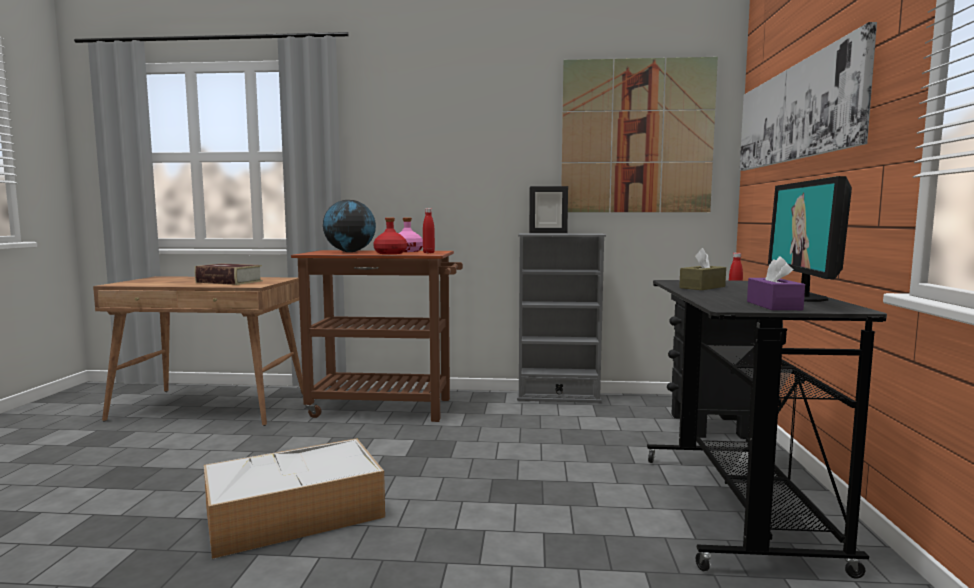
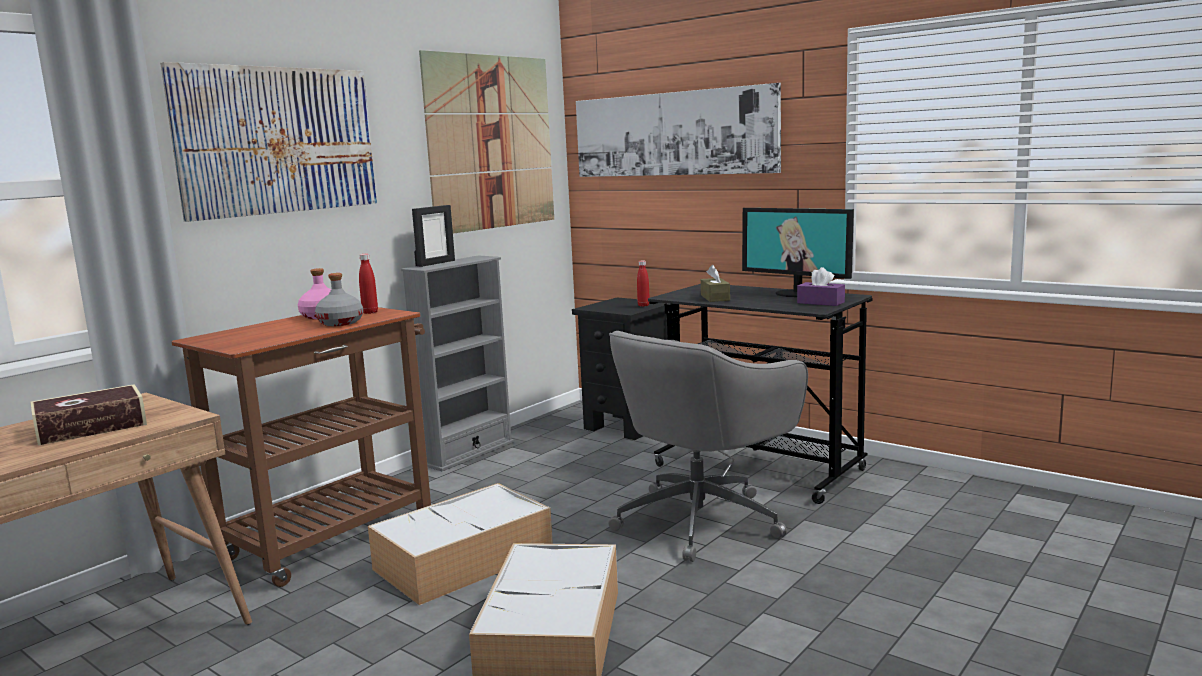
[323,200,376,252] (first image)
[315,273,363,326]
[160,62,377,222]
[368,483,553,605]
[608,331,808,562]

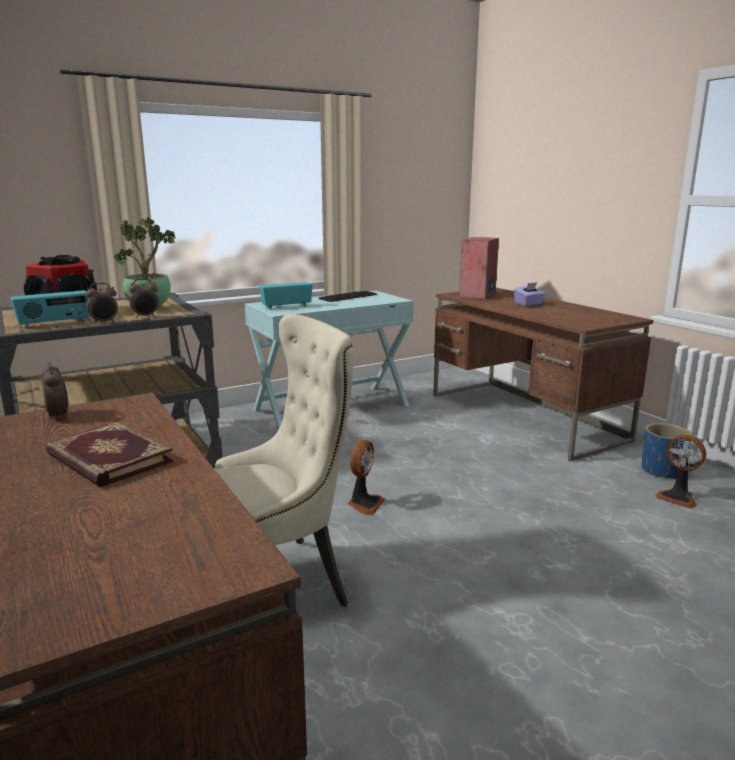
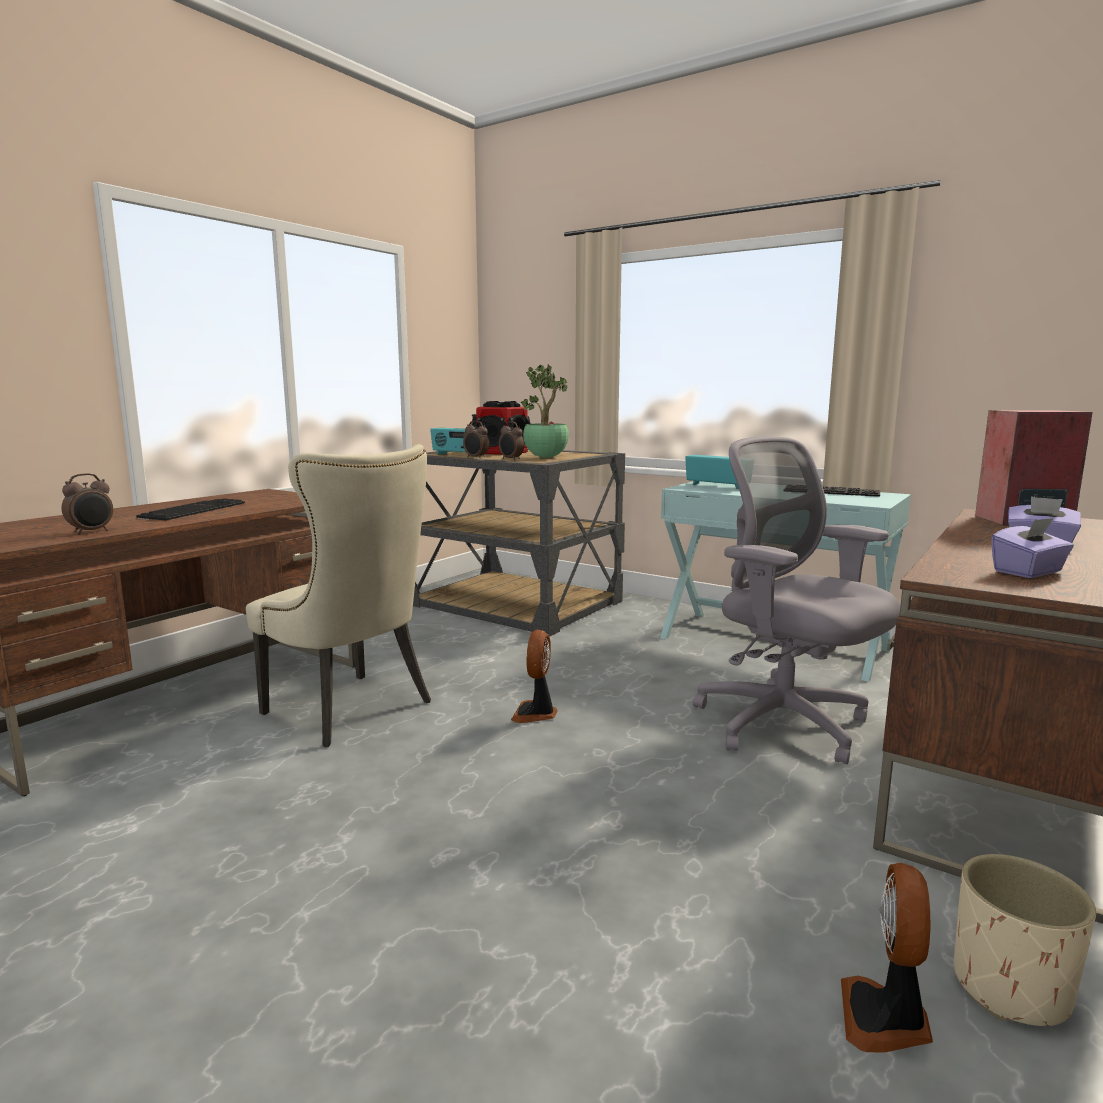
[61,473,113,534]
[136,498,245,521]
[511,630,558,723]
[954,854,1096,1026]
[693,436,900,764]
[991,518,1074,578]

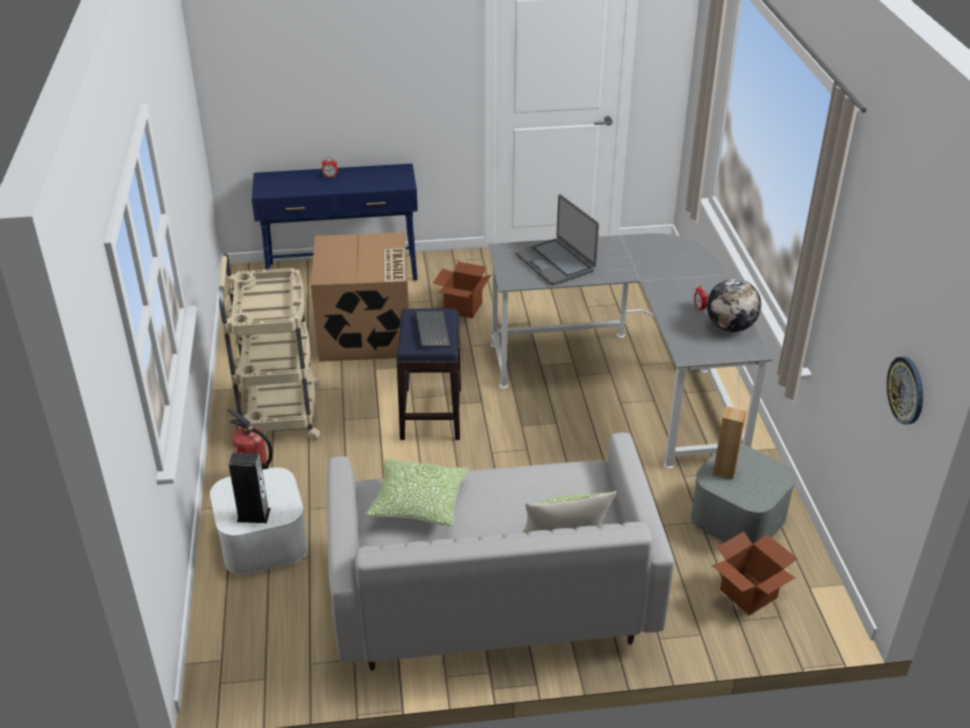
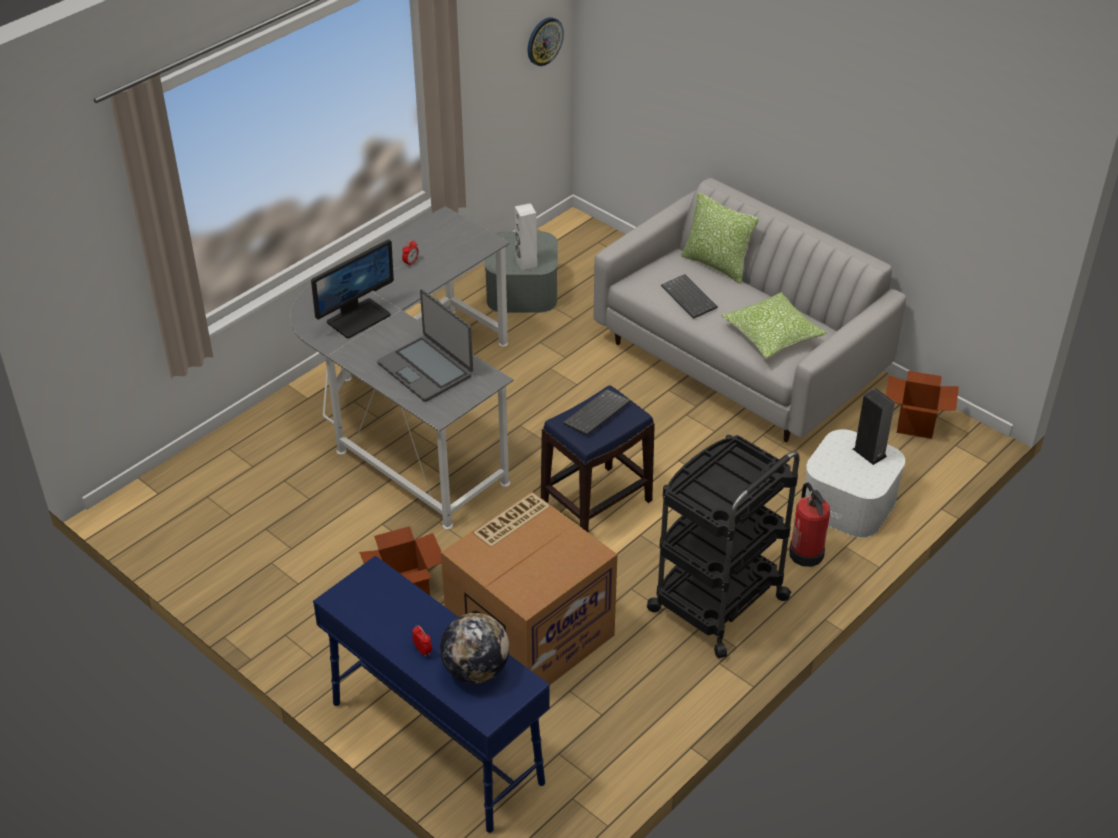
[647,435,800,658]
[377,289,473,402]
[440,613,510,683]
[886,371,959,439]
[515,203,537,270]
[311,239,394,338]
[661,274,718,319]

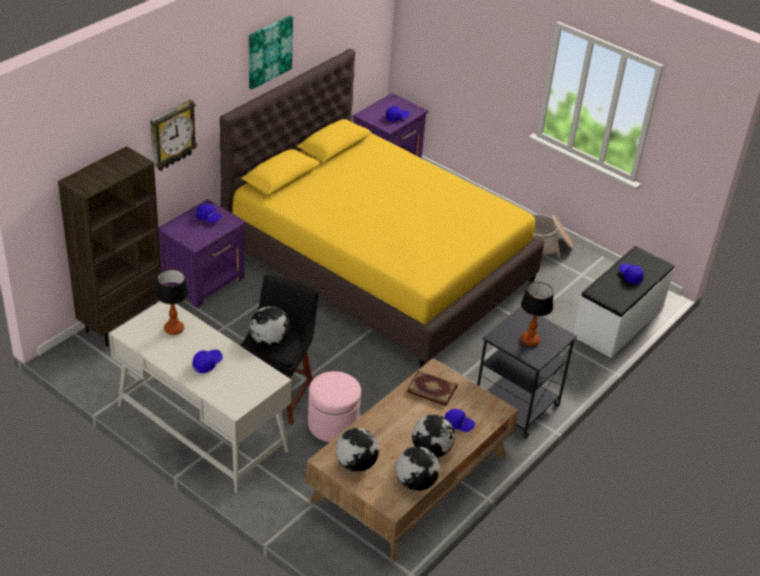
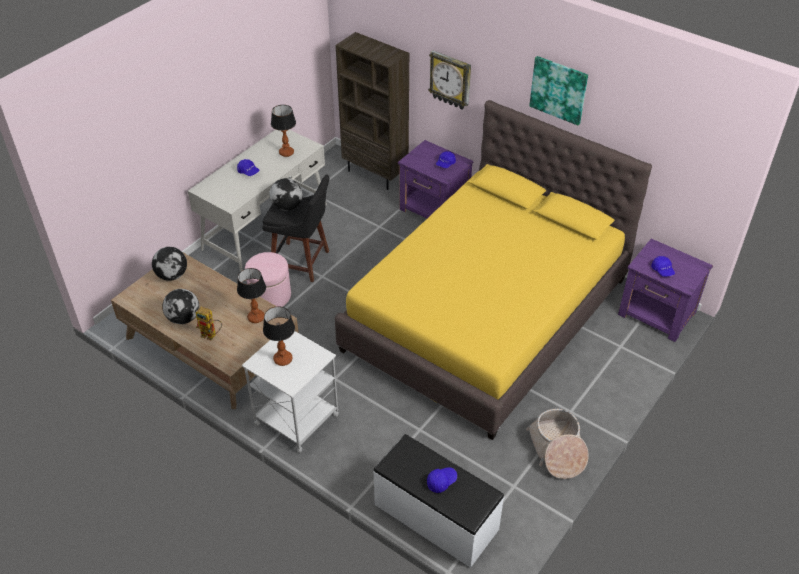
[395,446,440,491] (first image)
[237,268,266,323]
[196,306,222,340]
[242,331,339,453]

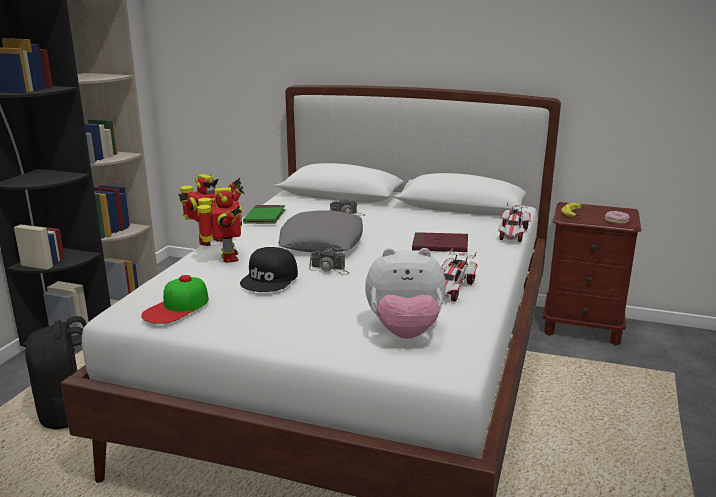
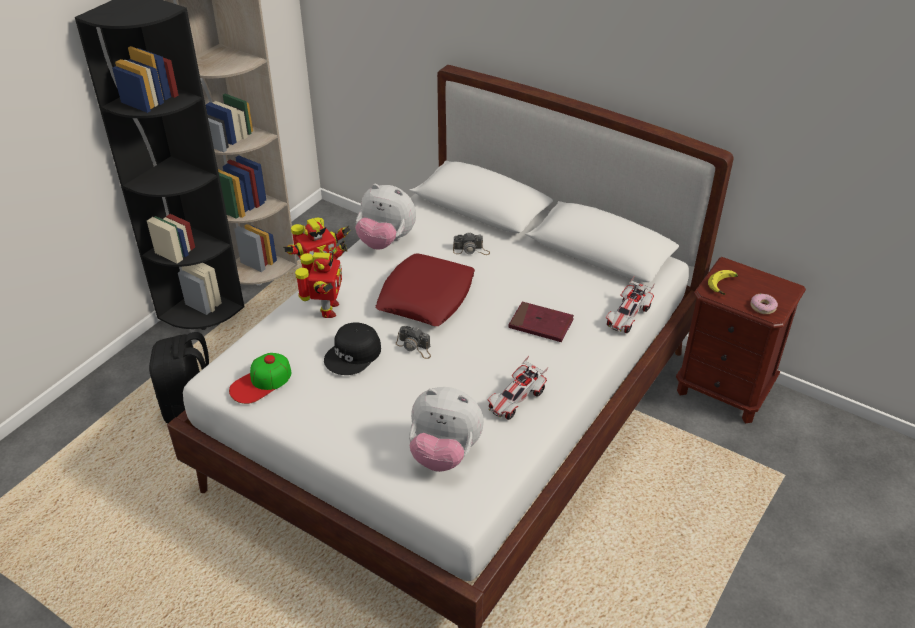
[355,184,416,250]
[375,253,475,326]

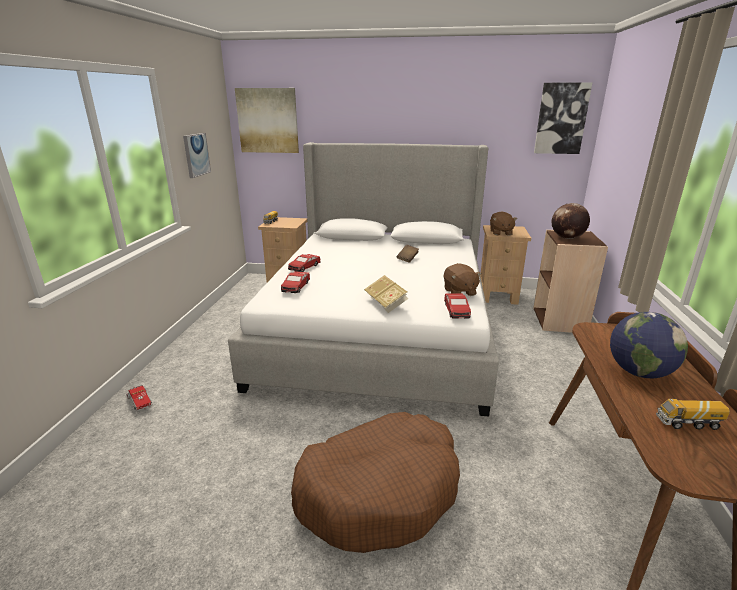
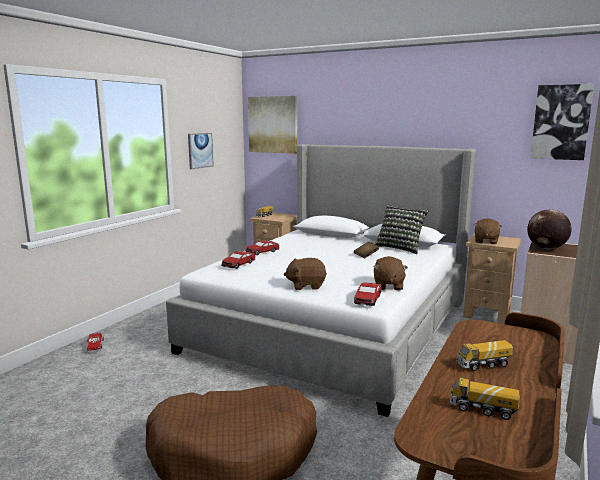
[284,258,327,290]
[456,340,513,371]
[375,205,429,254]

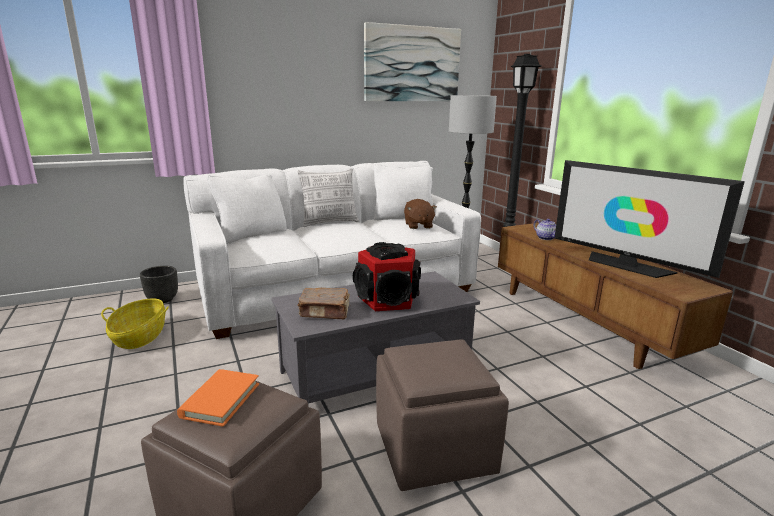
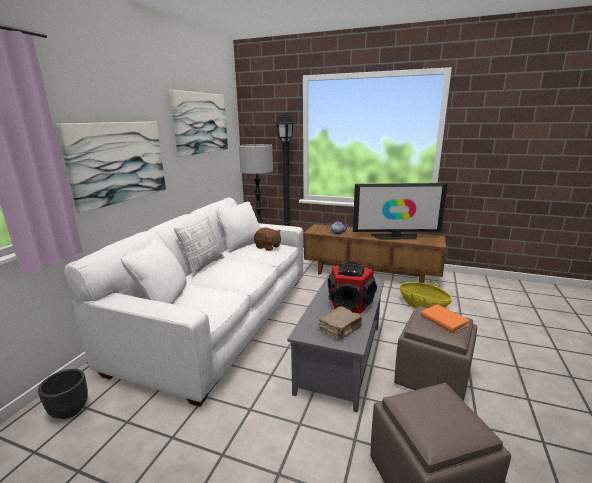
[400,280,452,309]
[421,304,470,333]
[56,121,166,213]

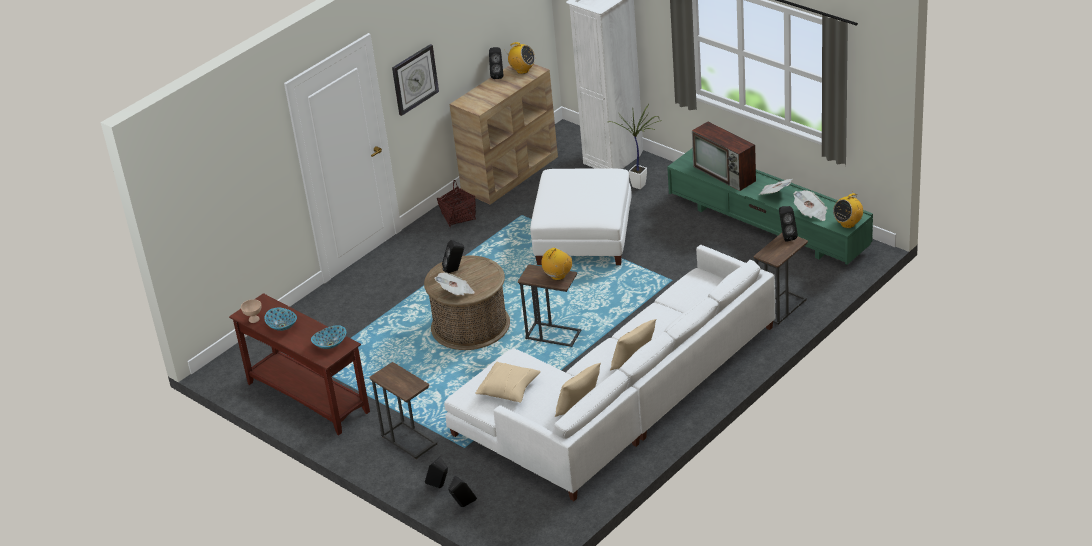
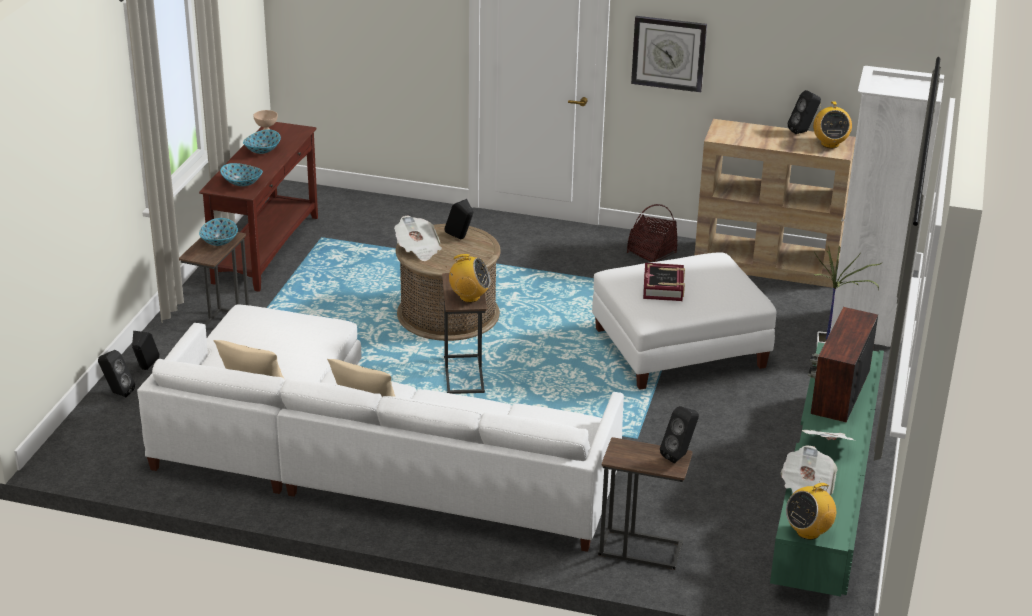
[475,362,541,403] (first image)
[786,480,836,540]
[199,218,238,246]
[643,263,685,301]

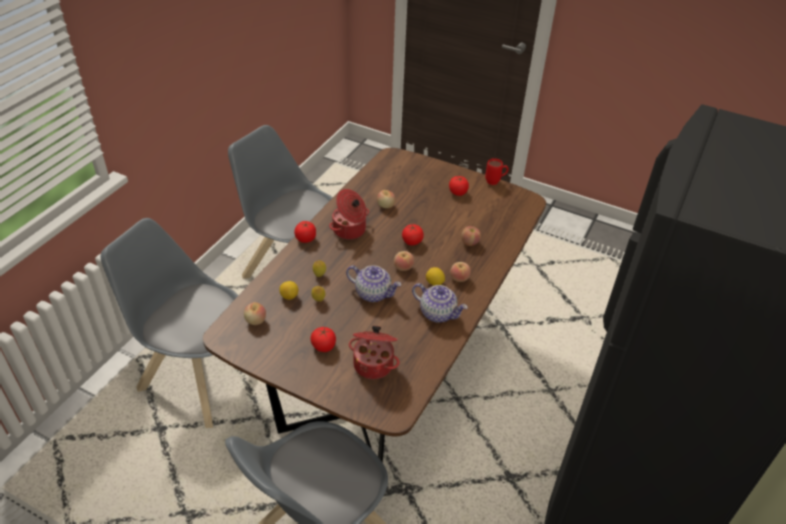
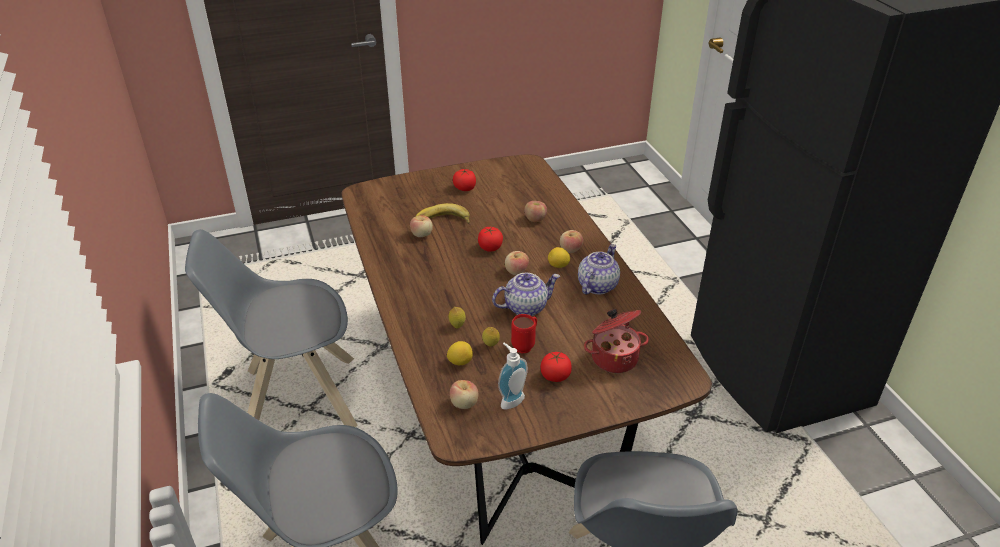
[294,221,316,243] (first image)
[329,189,369,240] (first image)
[578,244,620,295]
[511,314,537,353]
[415,203,470,224]
[498,343,528,410]

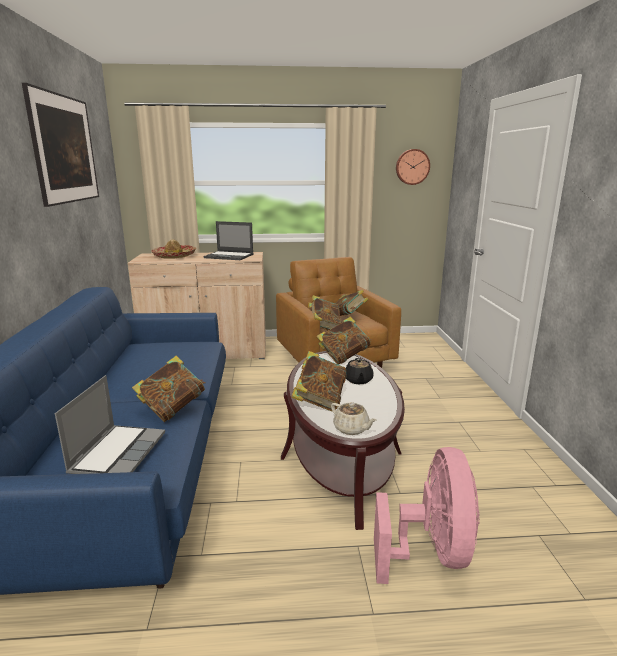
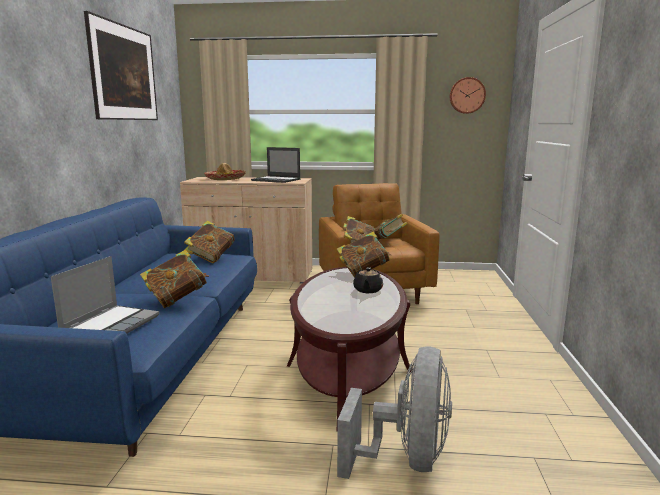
[184,220,235,263]
[331,402,377,435] (first image)
[337,347,452,479]

